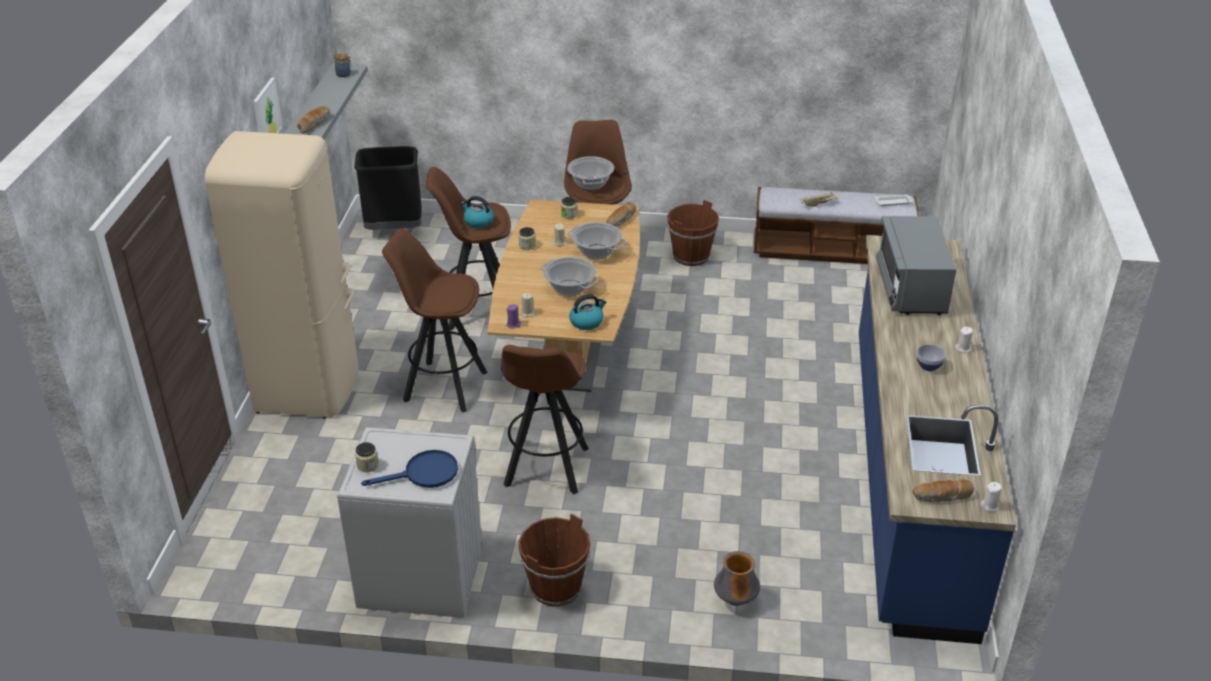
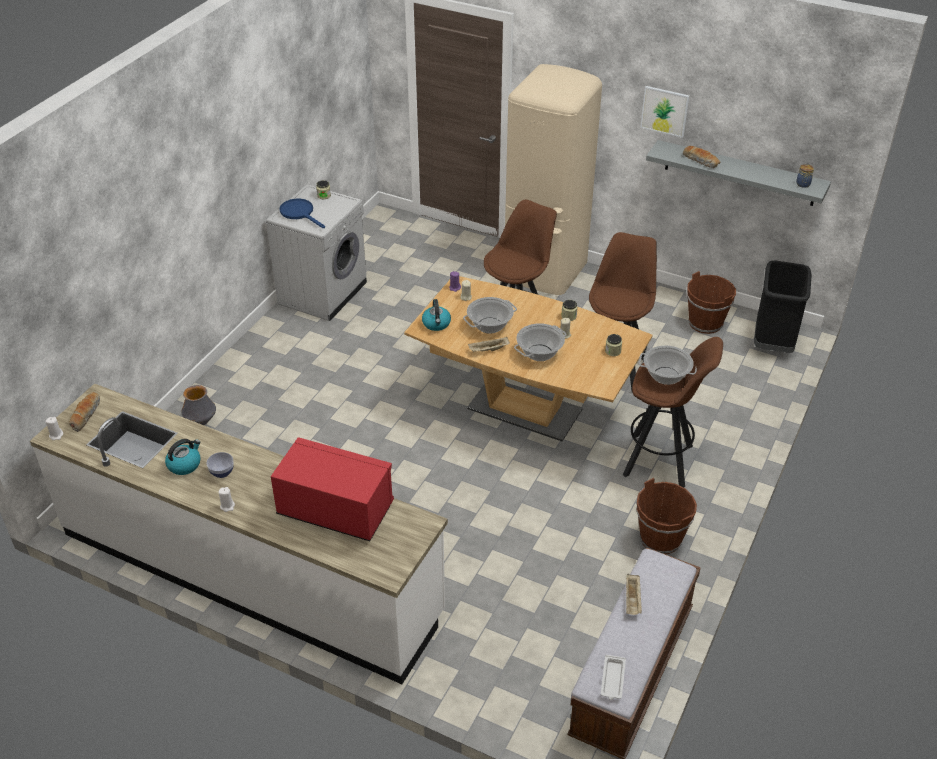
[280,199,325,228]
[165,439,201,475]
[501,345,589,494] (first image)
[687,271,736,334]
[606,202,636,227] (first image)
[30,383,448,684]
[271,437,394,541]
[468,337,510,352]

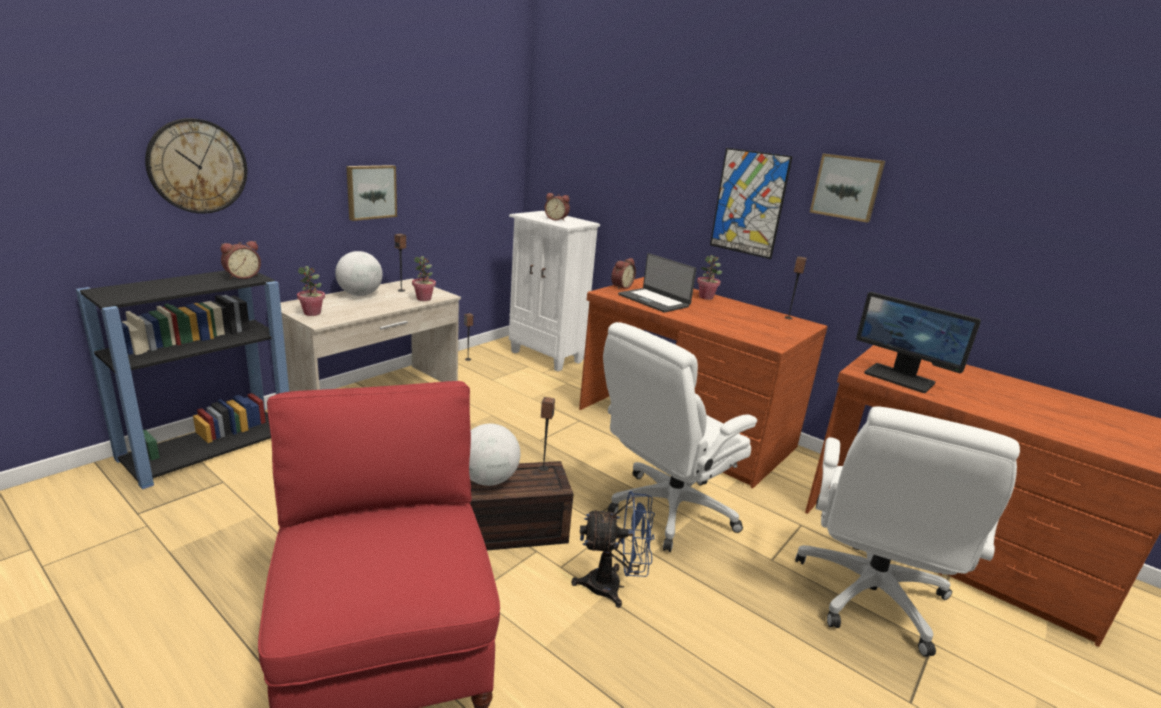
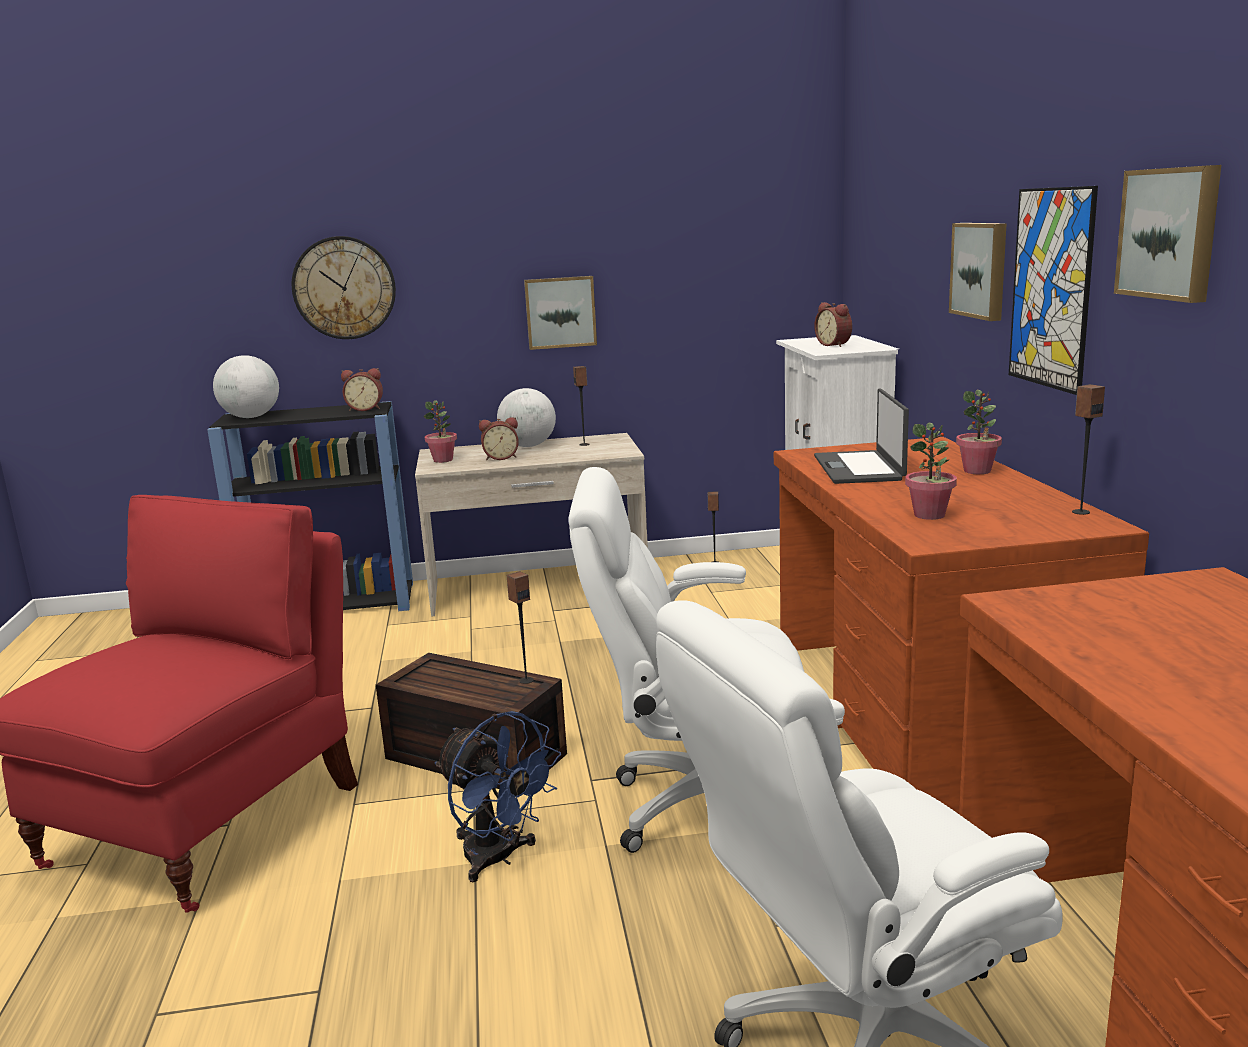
[905,423,957,520]
[213,355,279,418]
[479,417,519,460]
[856,292,981,393] (first image)
[949,223,1007,321]

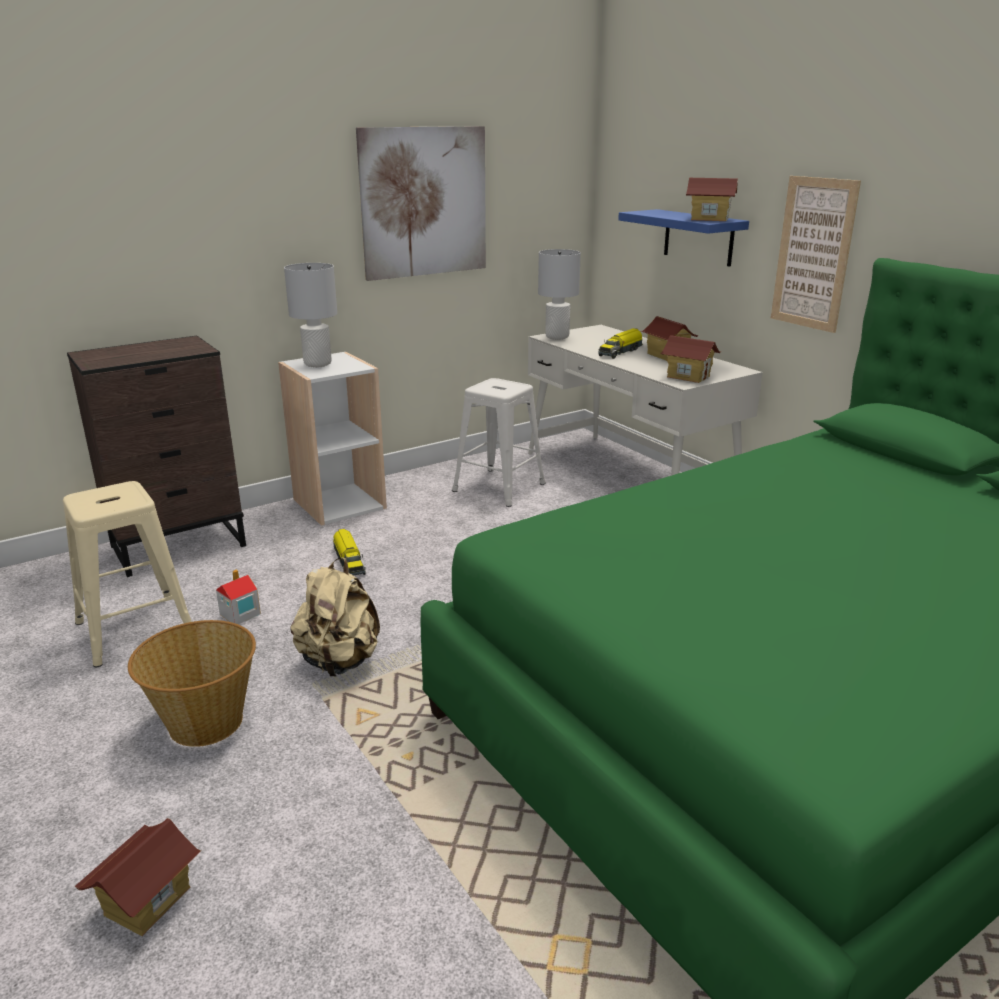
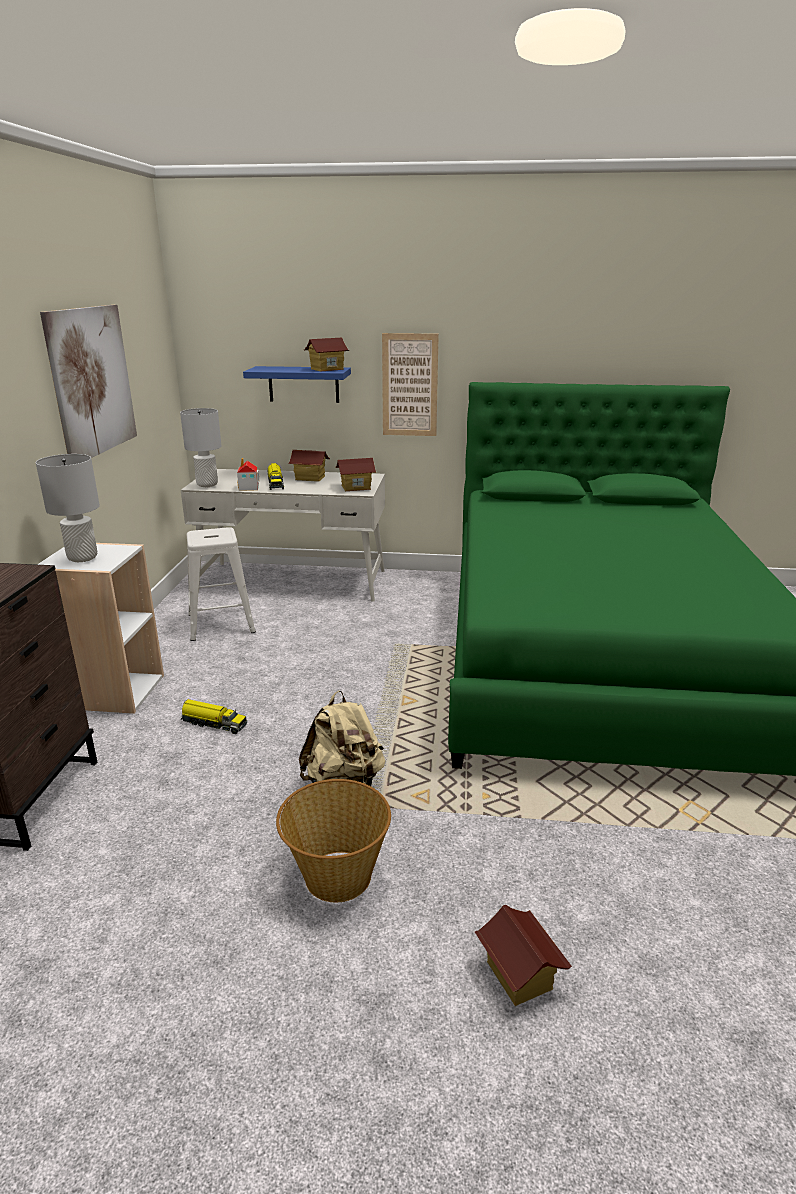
[63,481,192,667] (first image)
[237,458,259,491]

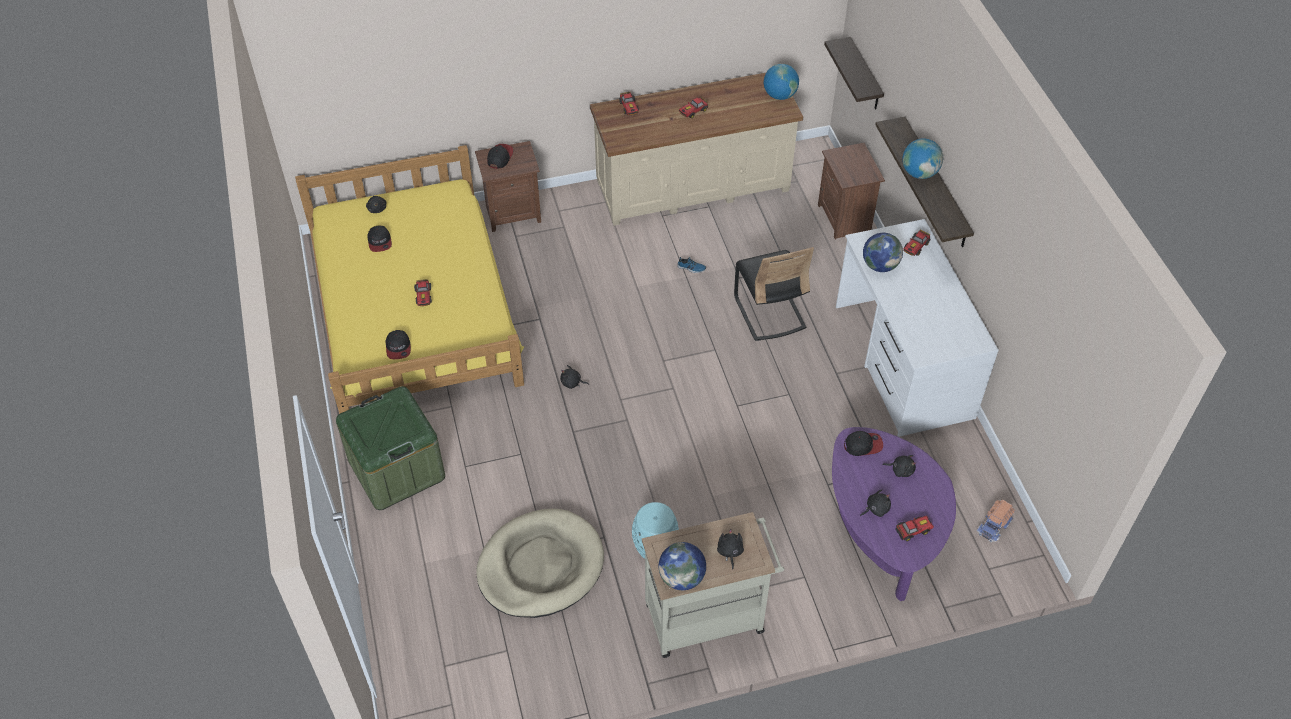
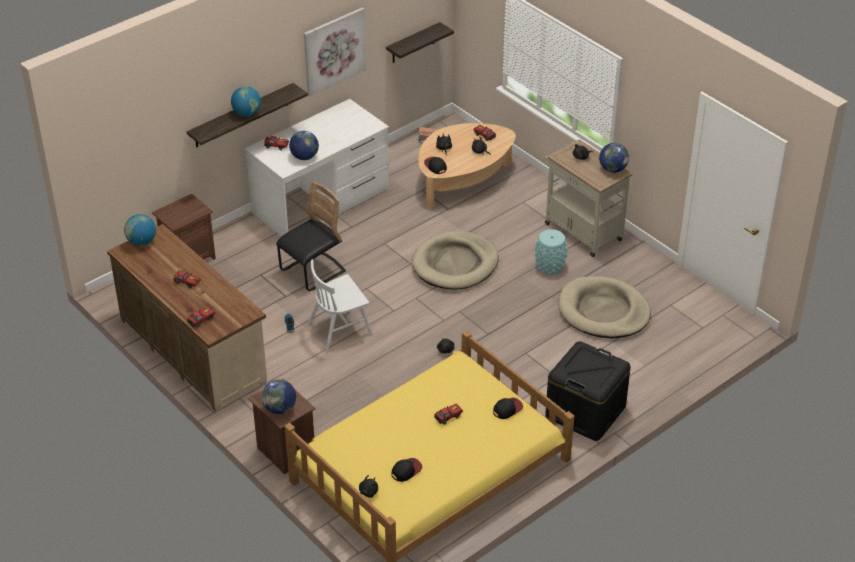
[545,341,631,441]
[262,380,296,414]
[386,22,454,63]
[418,123,516,208]
[304,7,366,96]
[308,259,373,350]
[412,231,499,290]

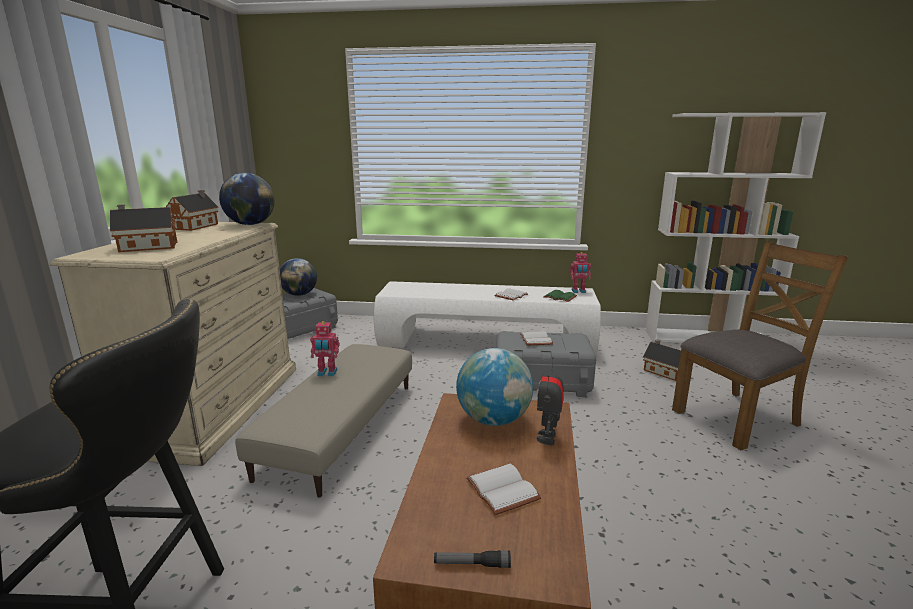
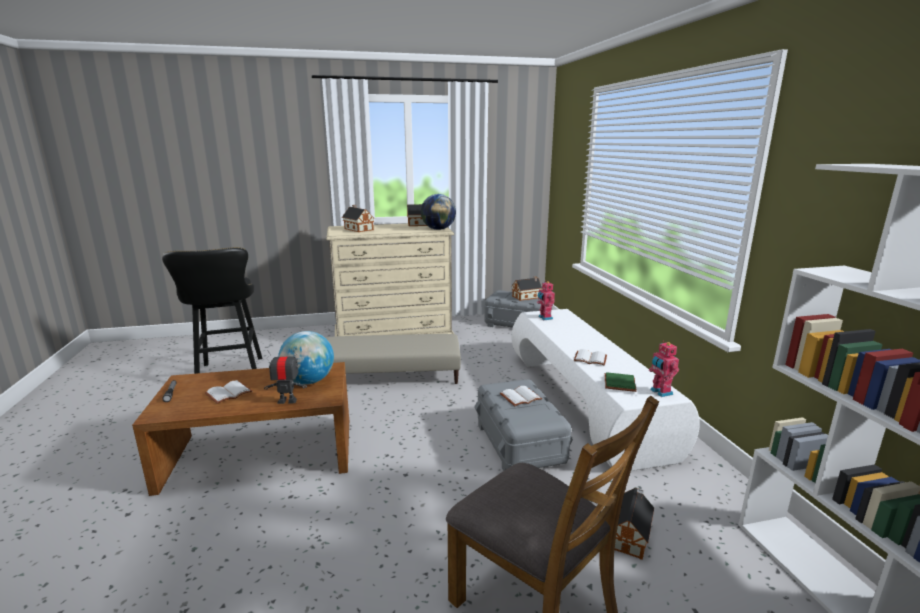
[512,277,542,301]
[537,281,555,320]

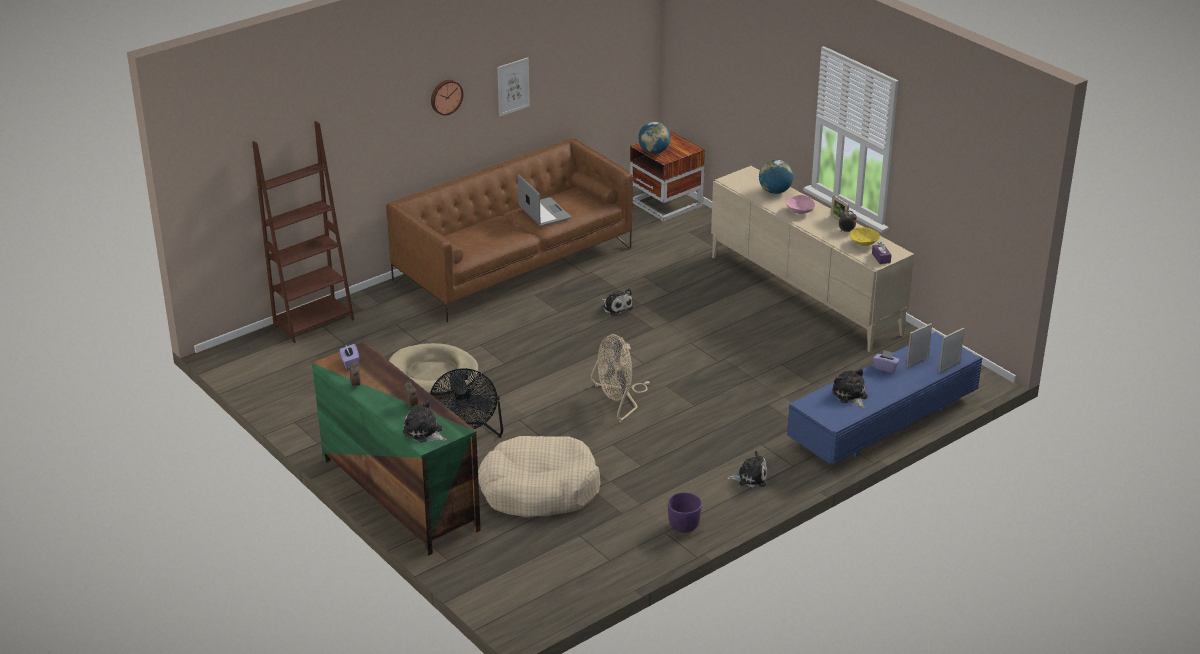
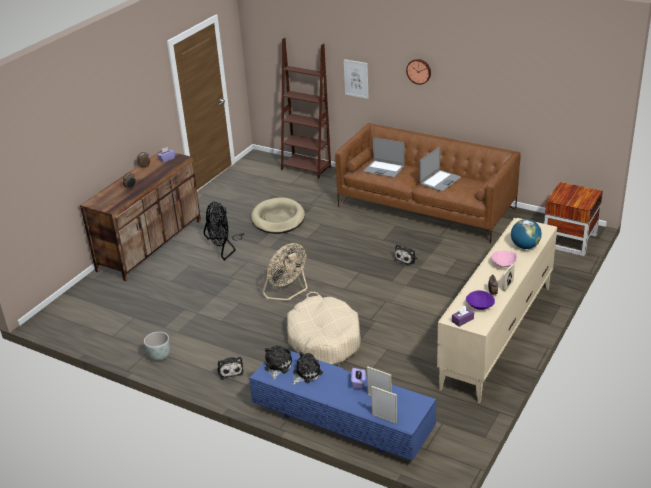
[80,150,201,281]
[265,346,292,380]
[287,296,361,365]
[344,59,368,99]
[638,122,670,154] (first image)
[144,332,170,361]
[466,290,495,310]
[364,137,405,177]

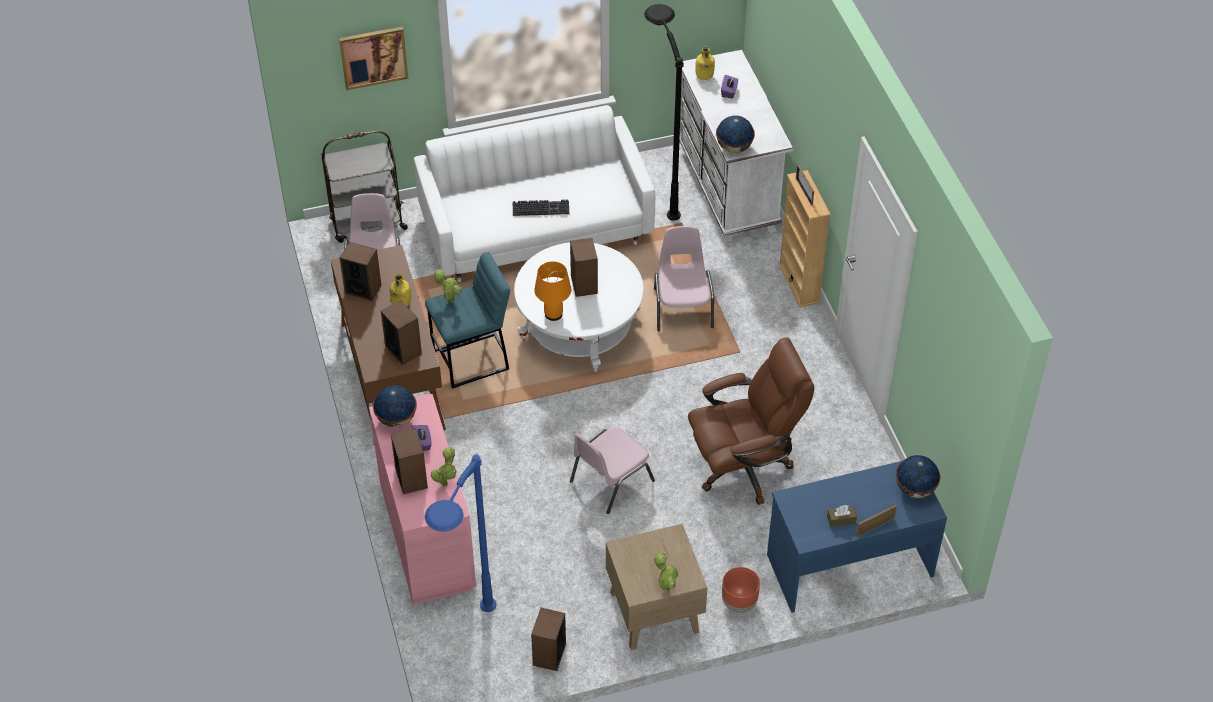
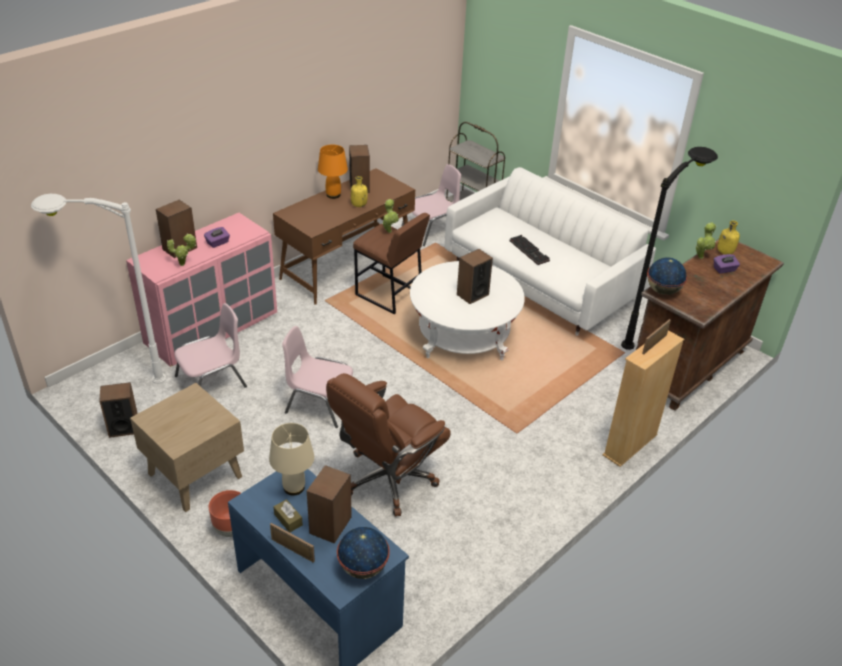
[339,27,408,90] (first image)
[373,385,417,427] (first image)
[307,465,352,544]
[353,213,430,314]
[31,194,166,384]
[318,145,348,199]
[174,303,247,388]
[695,223,717,259]
[636,239,784,411]
[326,373,451,517]
[269,423,314,496]

